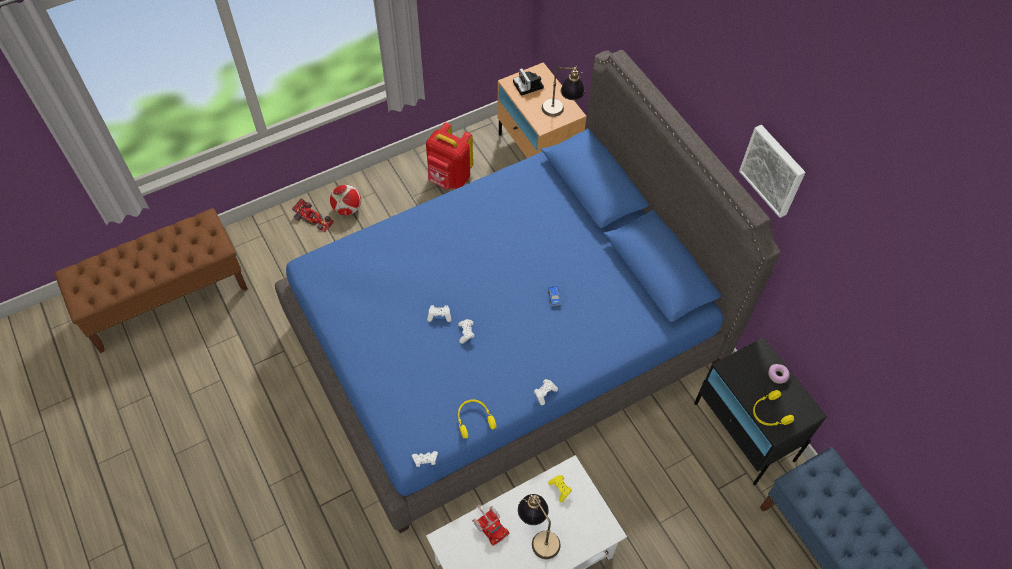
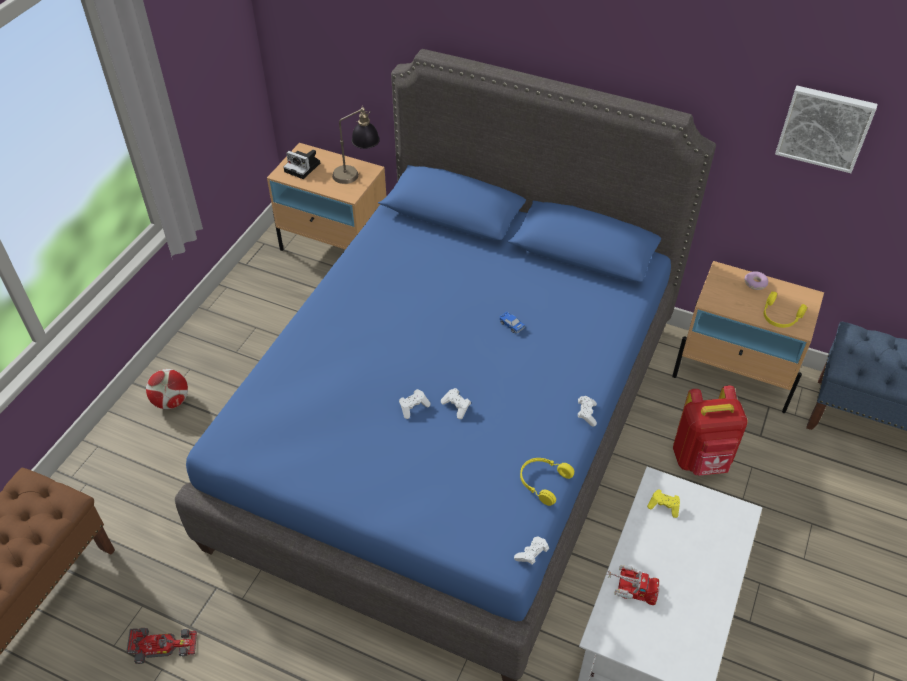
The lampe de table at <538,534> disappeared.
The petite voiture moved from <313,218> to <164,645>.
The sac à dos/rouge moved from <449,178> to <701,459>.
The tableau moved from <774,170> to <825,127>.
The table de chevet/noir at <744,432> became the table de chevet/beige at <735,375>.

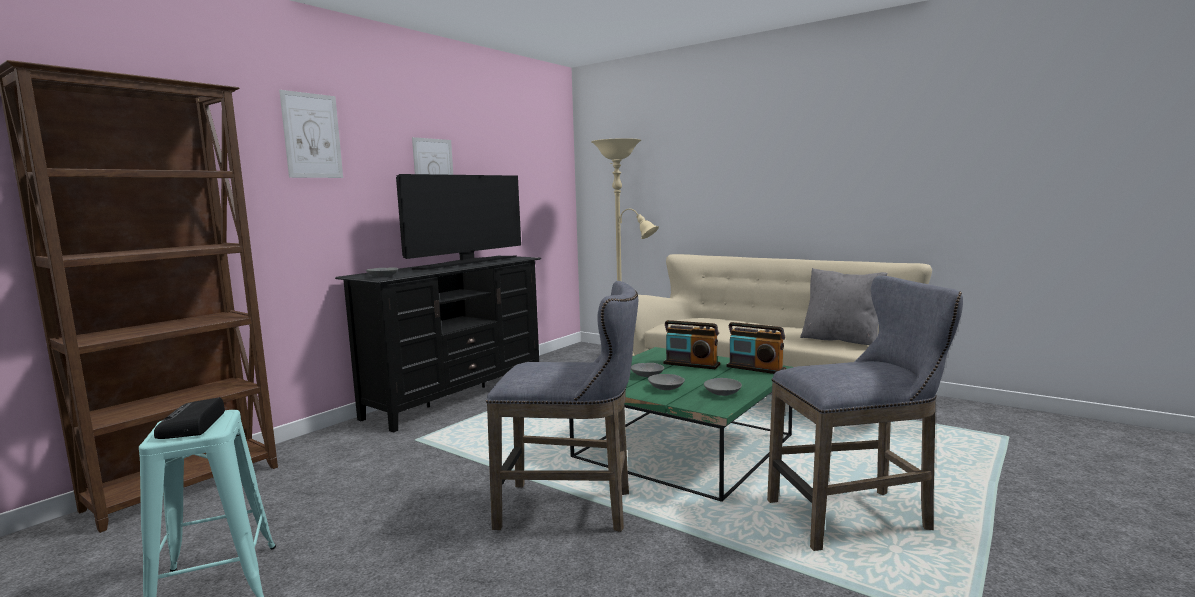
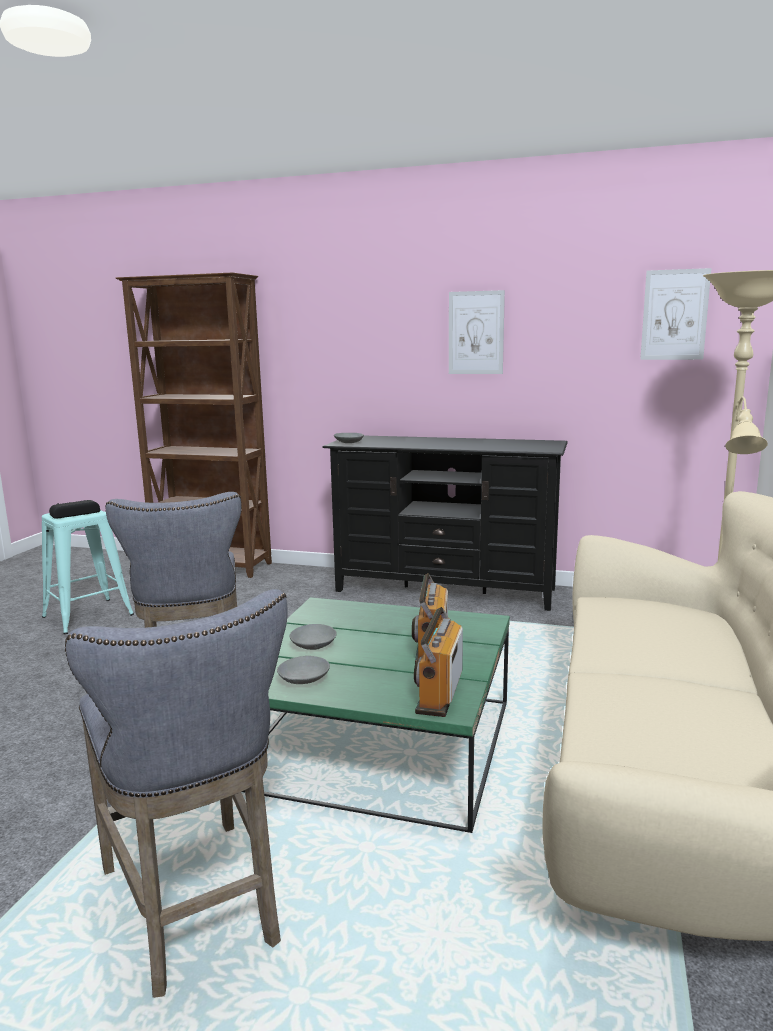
The téléviseur at <467,263> disappeared.
The bol/gris at <647,375> disappeared.
The coussin/gris at <841,340> disappeared.
The tableau moved from <312,136> to <674,315>.

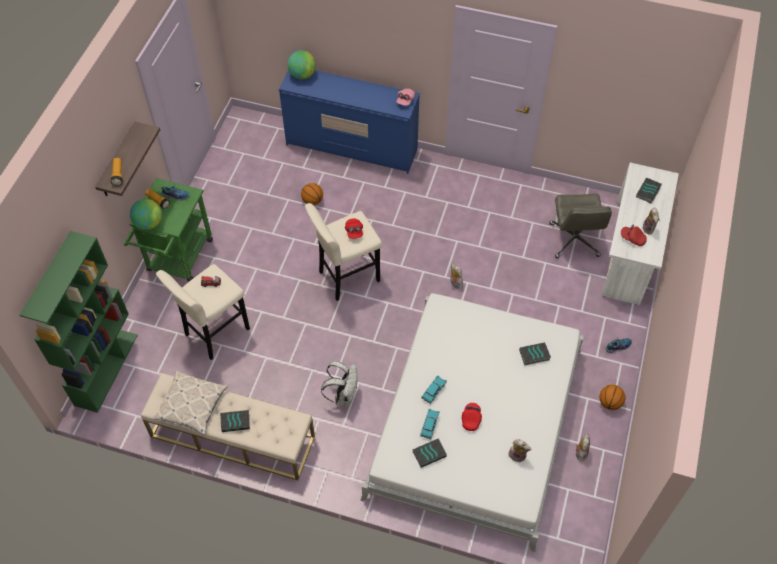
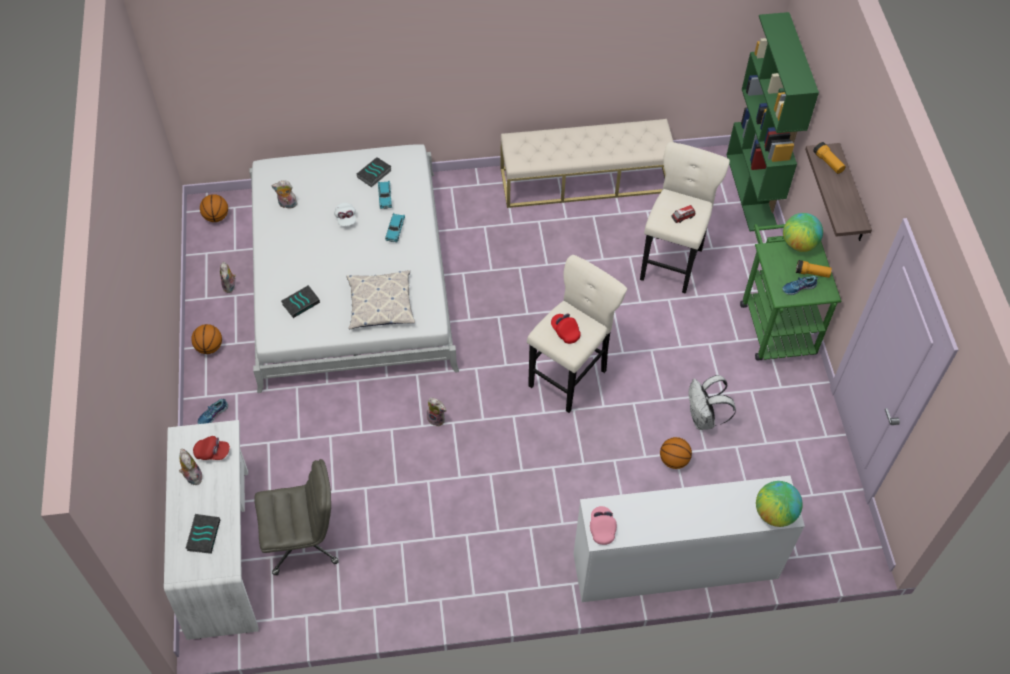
The livre at <235,421> disappeared.
The ballon de basket at <216,217> appeared.
The coussin moved from <192,405> to <380,304>.
The sac à dos/blanc moved from <343,395> to <703,419>.
The commode/bleu at <352,147> became the commode/blanc at <674,566>.
The casquette/rouge at <471,419> became the casquette/blanc at <346,218>.
The chaise de bureau/gris at <574,240> turned 105 degrees clockwise.

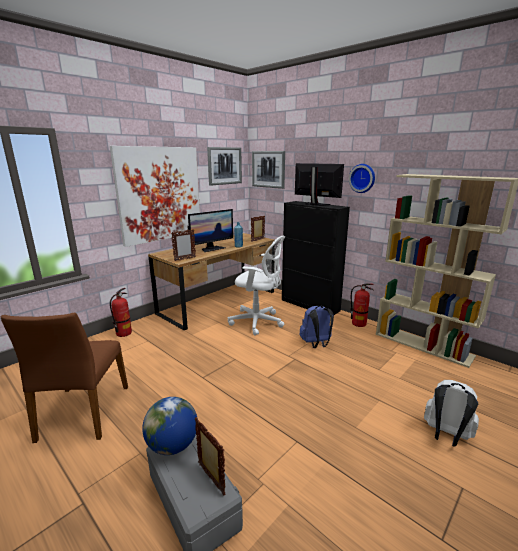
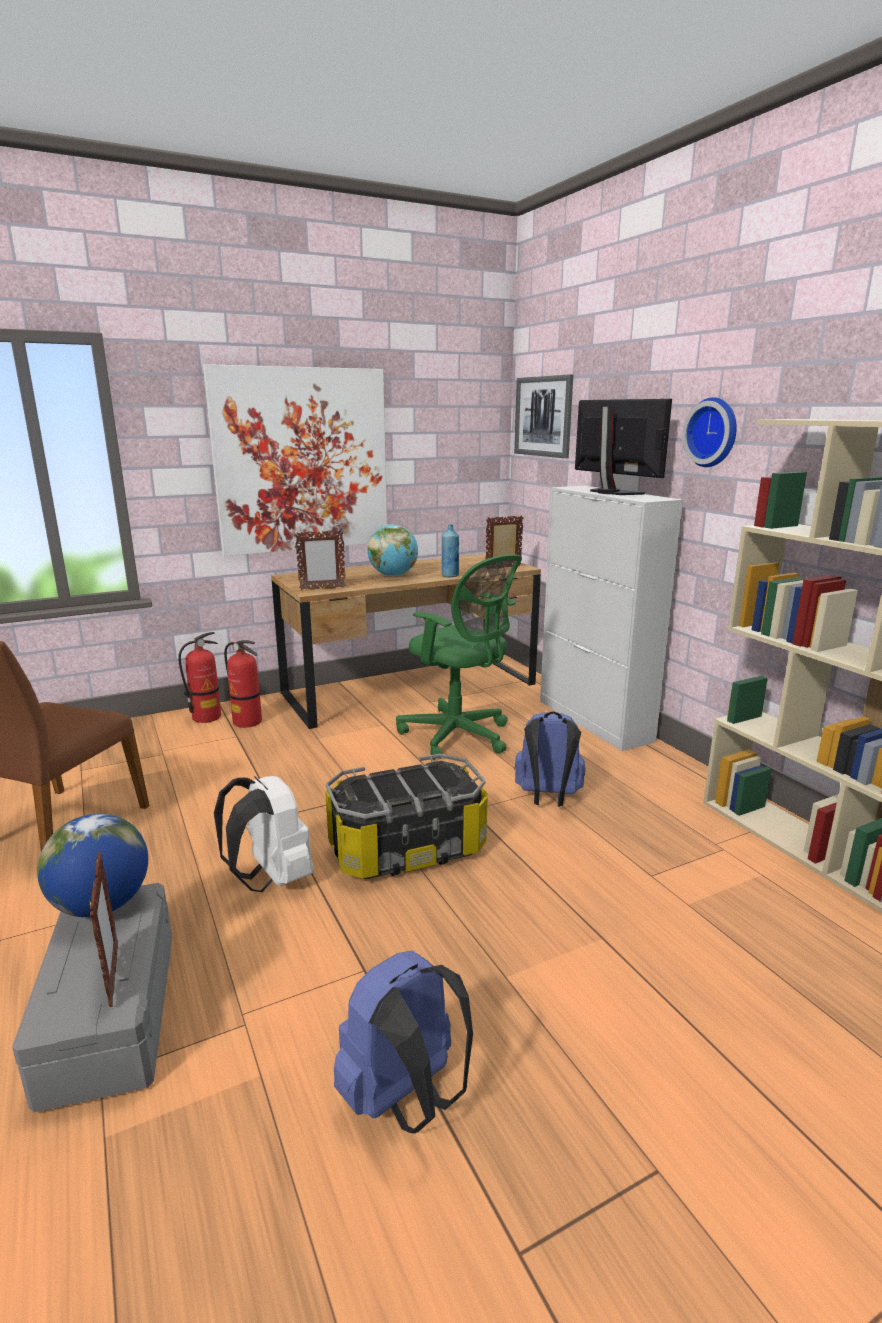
The tableau at <224,166> disappeared.
The boîte de rangement at <407,848> appeared.
The sac à dos/bleu at <405,1099> appeared.
The extincteur moved from <359,324> to <248,722>.
The sac à dos/blanc moved from <446,435> to <272,878>.
The écran d'ordinateur at <211,249> was replaced by the globe at <393,575>.
The chaise de bureau/blanc at <258,322> became the chaise de bureau/vert at <459,736>.
The meuble de rangement/noir at <310,305> became the meuble de rangement/blanc at <594,721>.

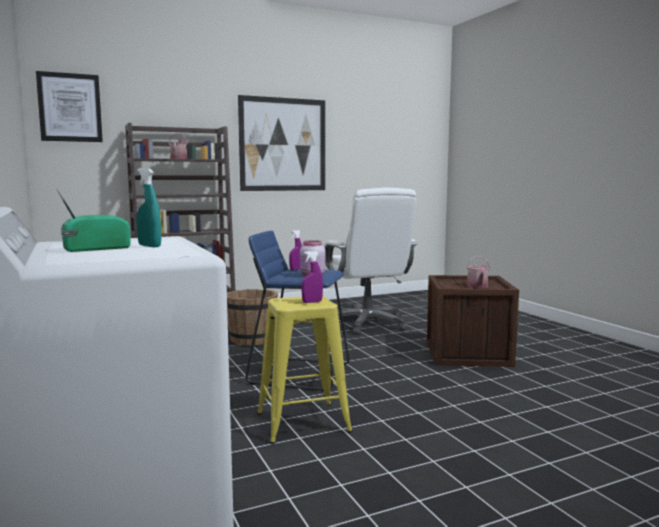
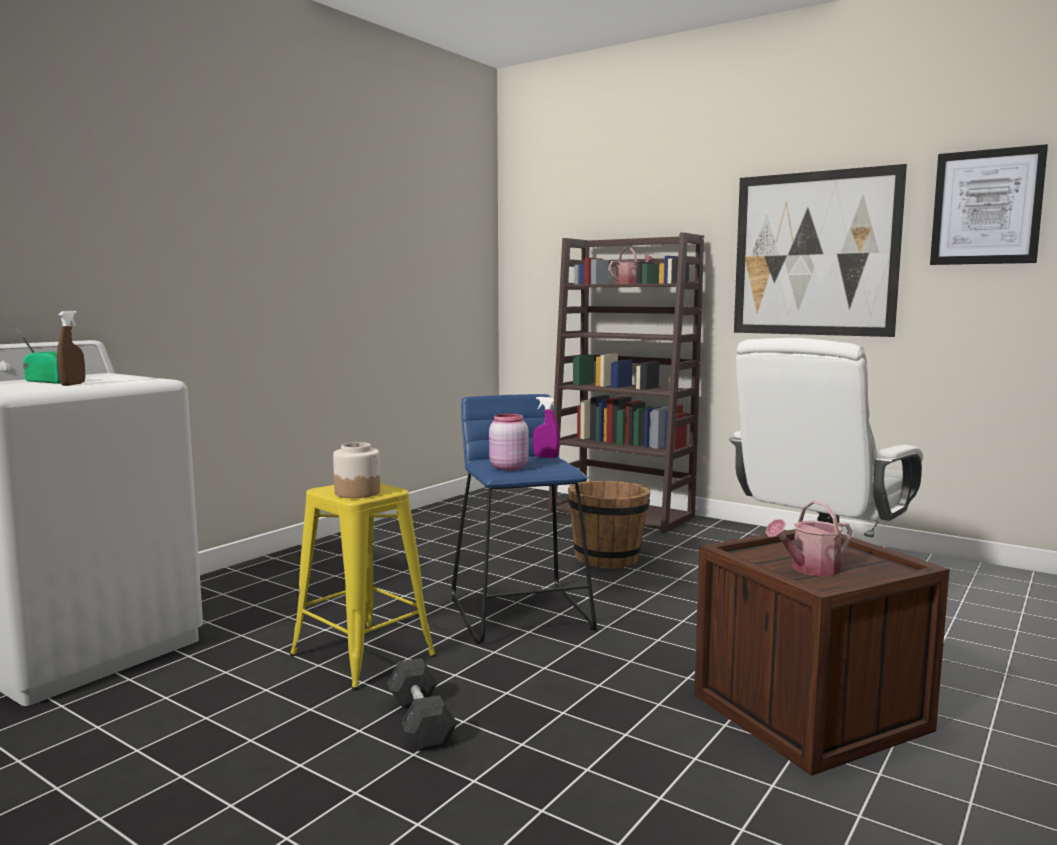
The haltère/gris at <420,721> appeared.
The tableau moved from <70,107> to <986,207>.
The vaporisateur/violet at <312,302> was replaced by the bocal at <357,492>.
The vaporisateur/turquoise at <149,246> became the vaporisateur/marron at <73,384>.

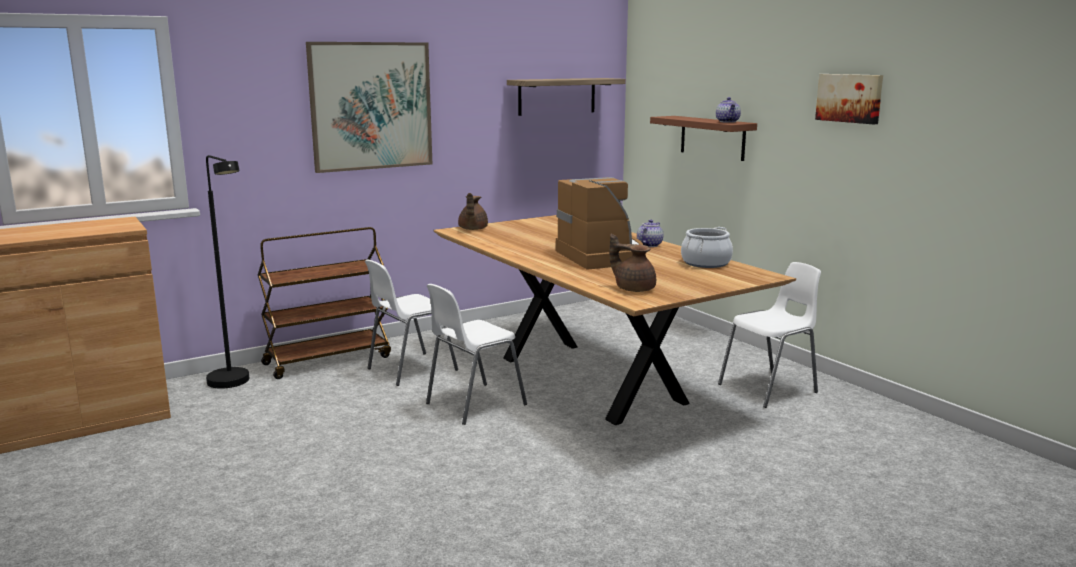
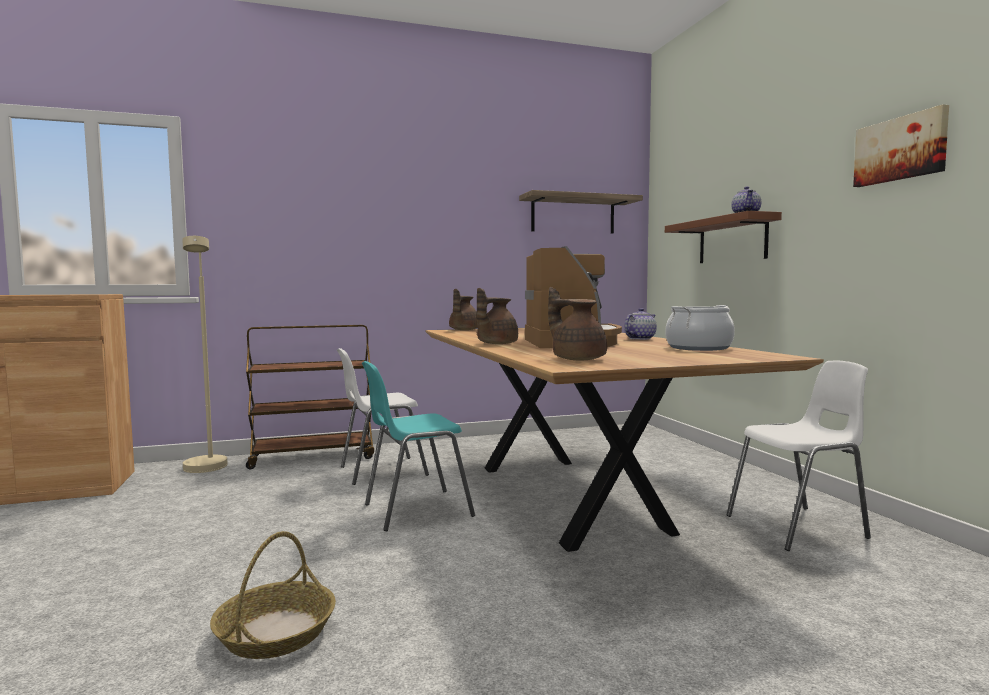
The tableau at <371,106> disappeared.
The panier at <276,632> appeared.
The théière/marron at <495,344> appeared.
The lampadaire/noir at <234,384> became the lampadaire/beige at <206,470>.
The chaise/blanc at <473,404> became the chaise/turquoise at <415,510>.

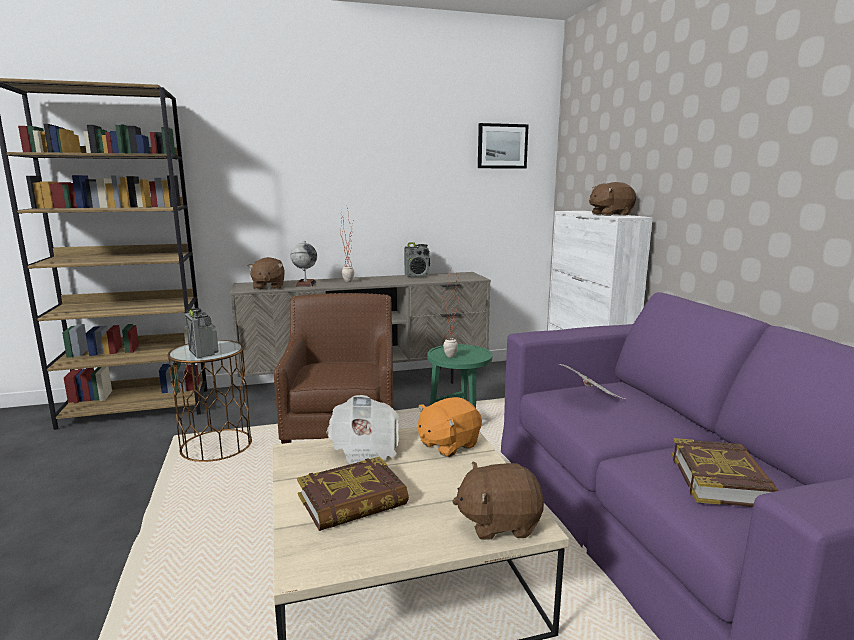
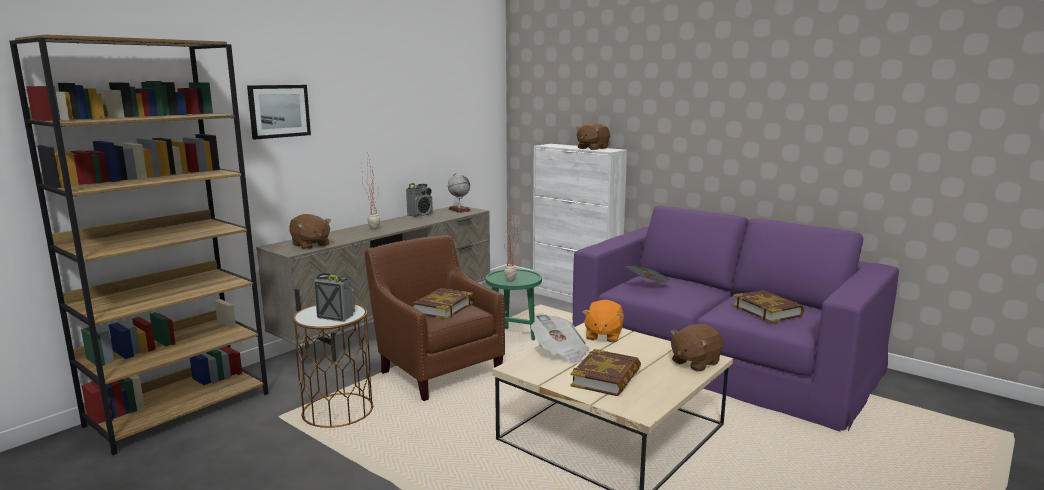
The livre at <442,308> appeared.
The globe moved from <305,284> to <459,210>.
The tableau moved from <502,146> to <279,111>.

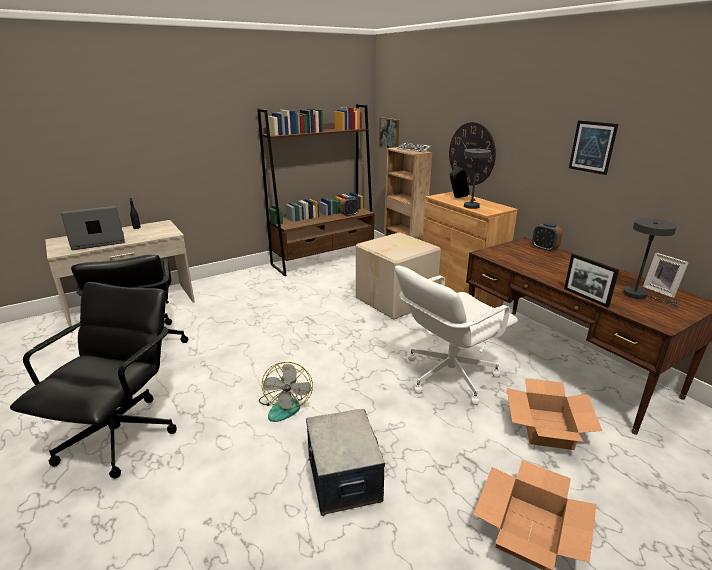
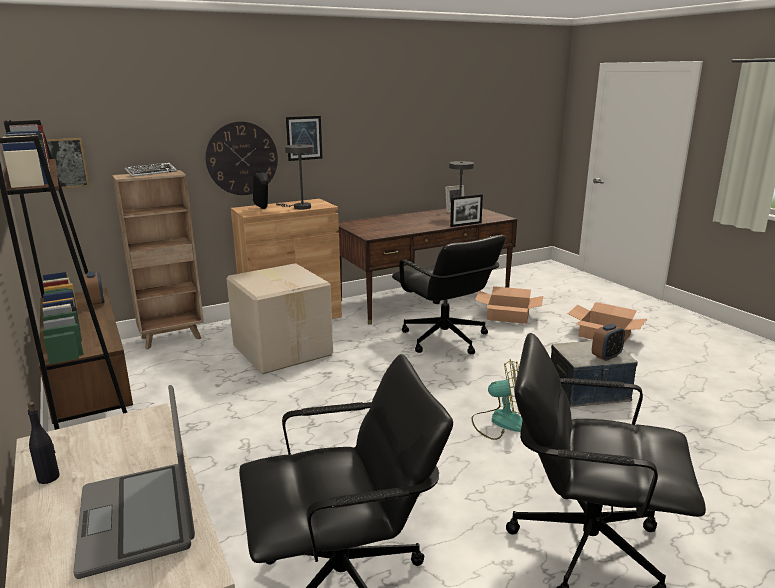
The réveil moved from <544,248> to <606,356>.
The tableau moved from <592,147> to <304,138>.
The chaise de bureau/blanc at <448,375> became the chaise de bureau/noir at <444,339>.

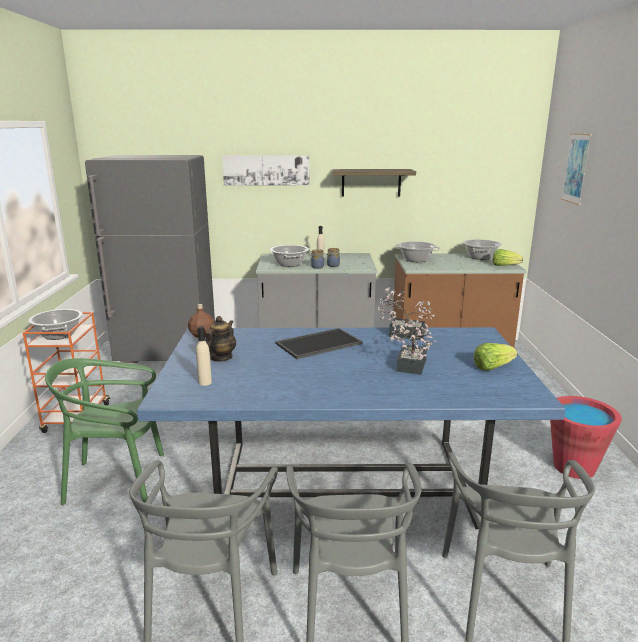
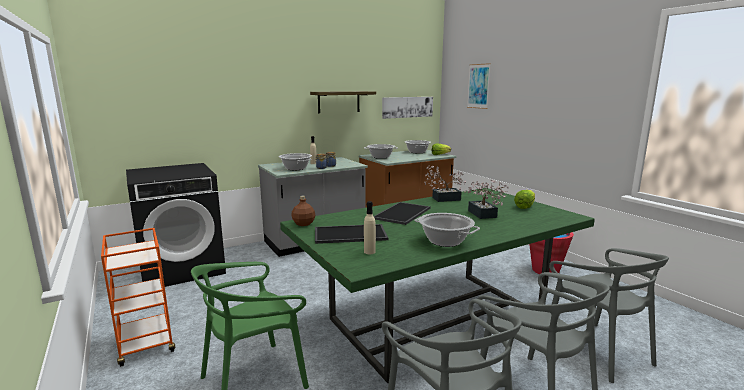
The marmite moved from <59,335> to <445,241>.
The tableau moved from <266,170> to <407,107>.
The réfrigérateur/gris at <168,354> was replaced by the lave-linge/noir at <182,268>.
The théière at <221,358> was replaced by the plateau at <349,235>.
The table à manger/bleu at <342,482> became the table à manger/vert at <434,319>.

